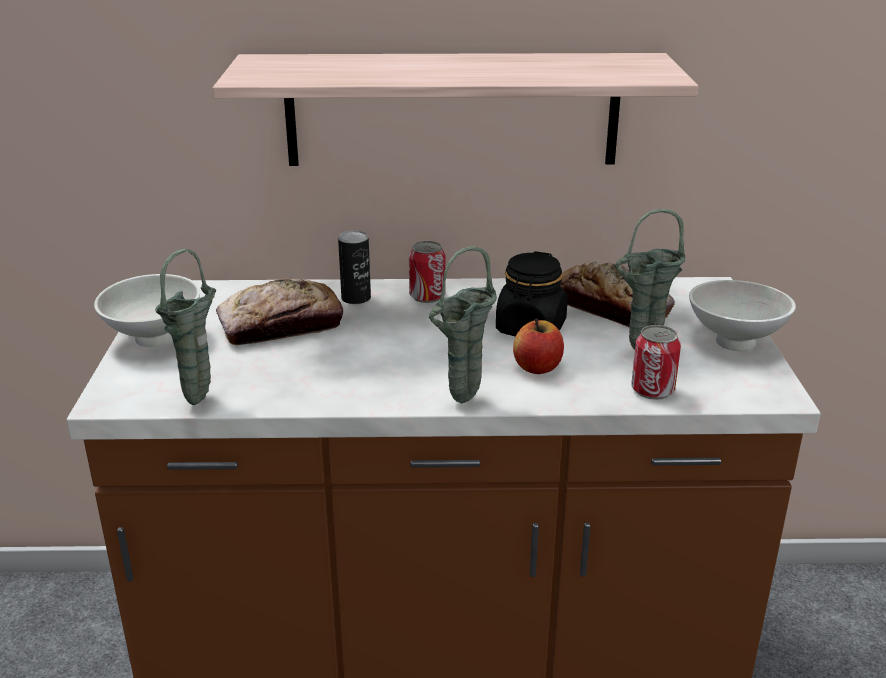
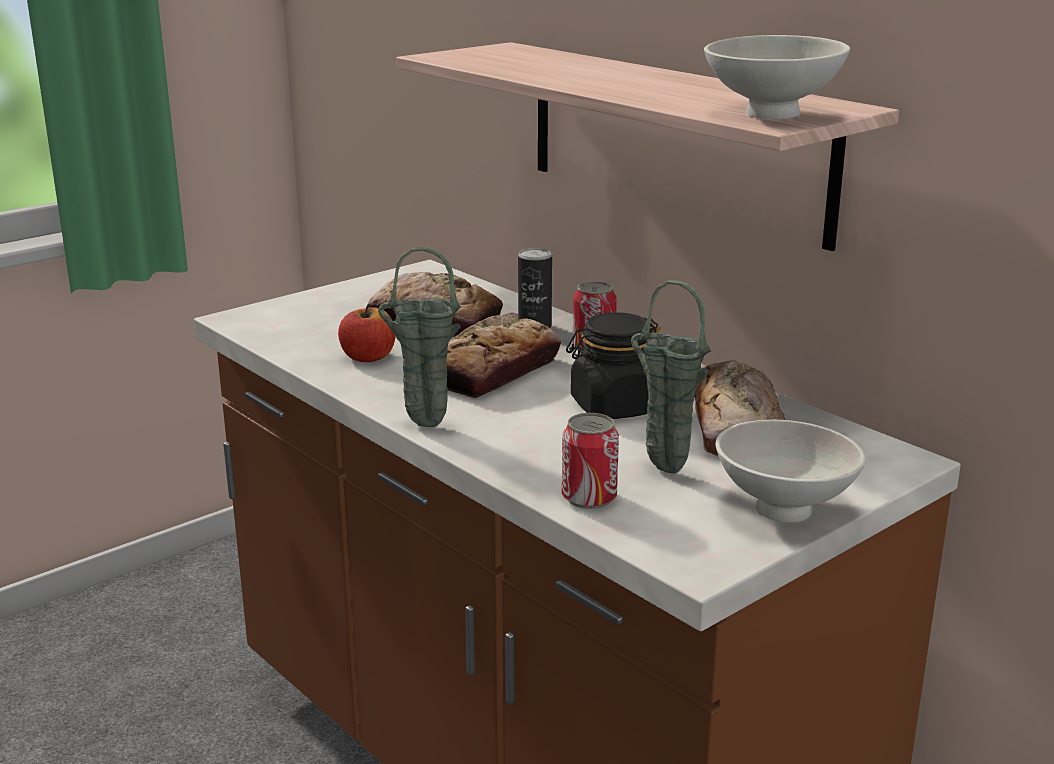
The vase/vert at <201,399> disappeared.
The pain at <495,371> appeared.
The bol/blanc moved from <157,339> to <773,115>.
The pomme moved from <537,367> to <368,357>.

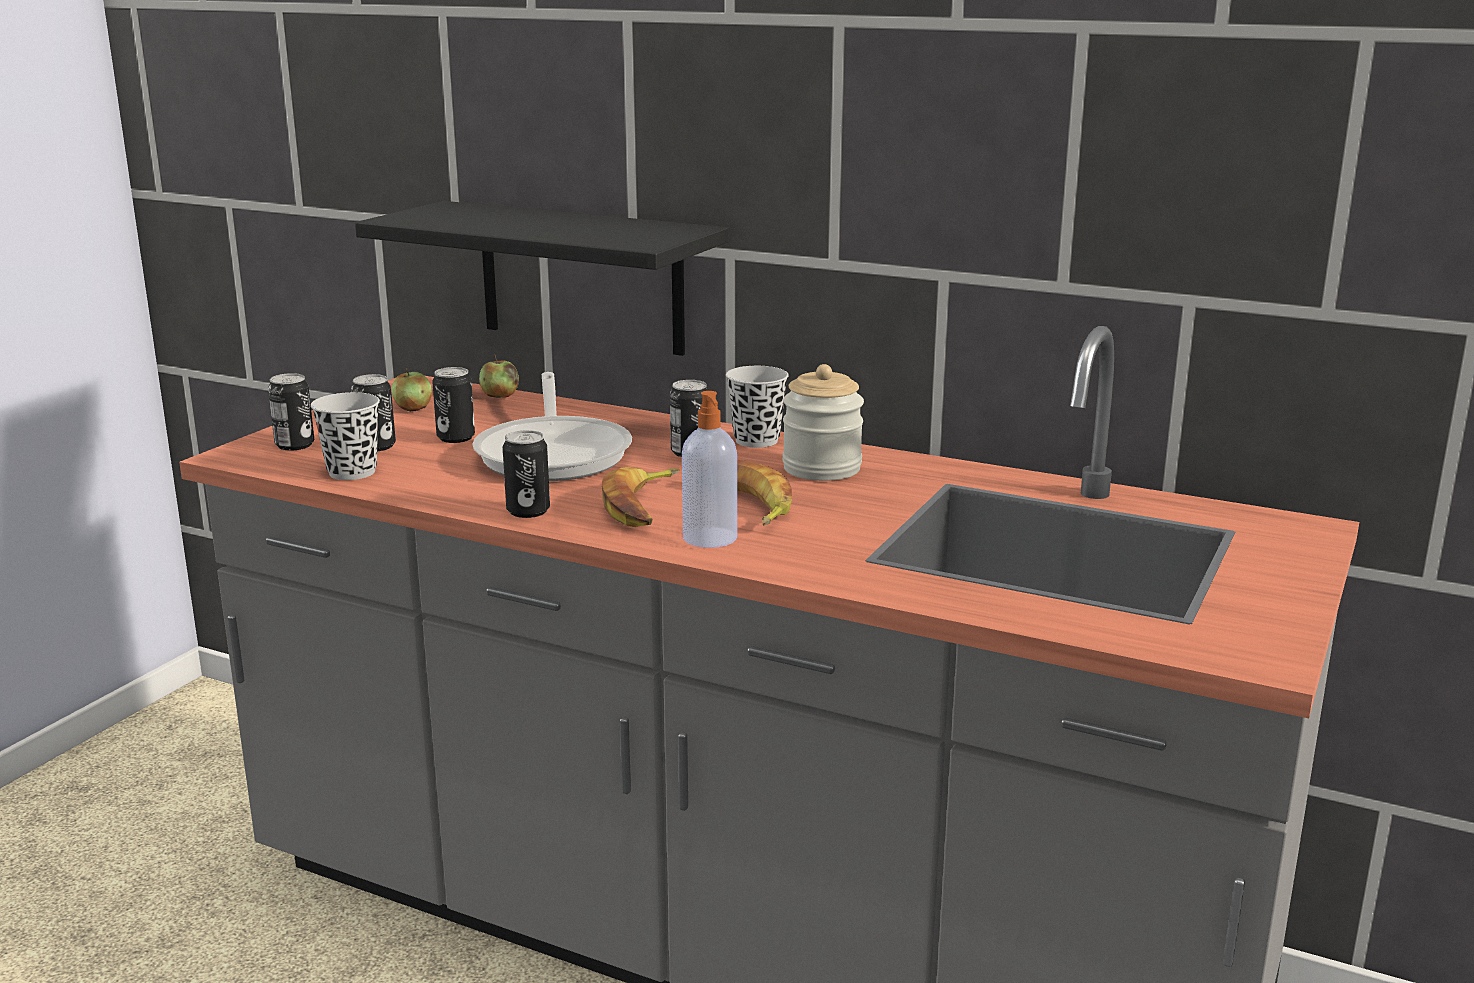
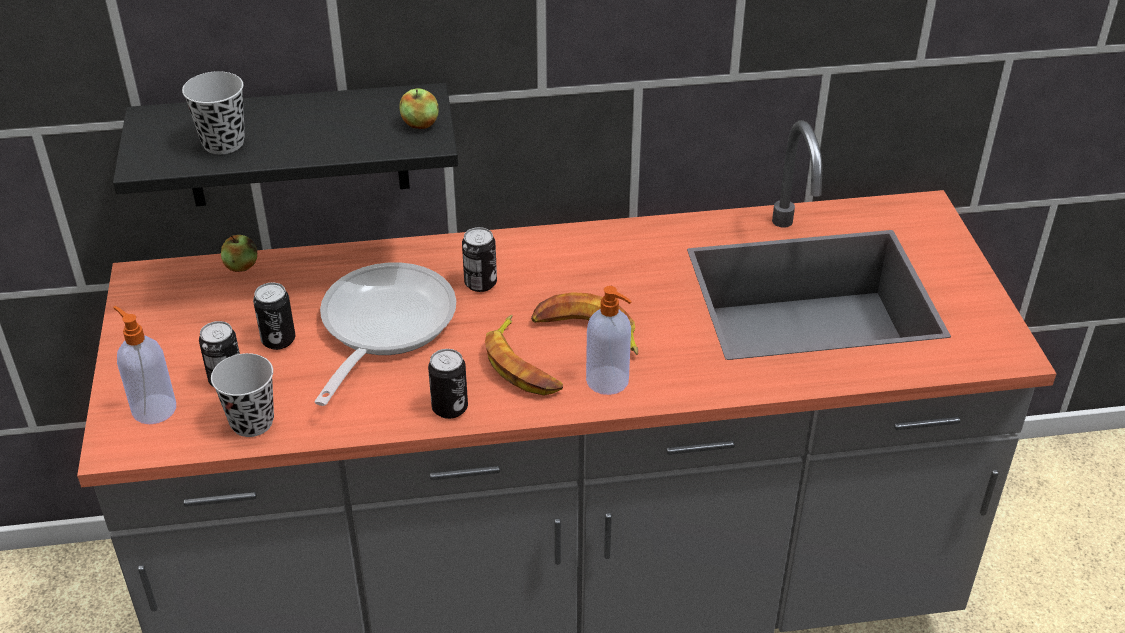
The bocal at <821,468> disappeared.
The pomme moved from <413,409> to <420,124>.
The tasse/noir moved from <756,440> to <223,143>.
The boîte métallique at <295,445> was replaced by the distributeur de savon at <153,408>.
The poêle at <555,453> turned 120 degrees counterclockwise.

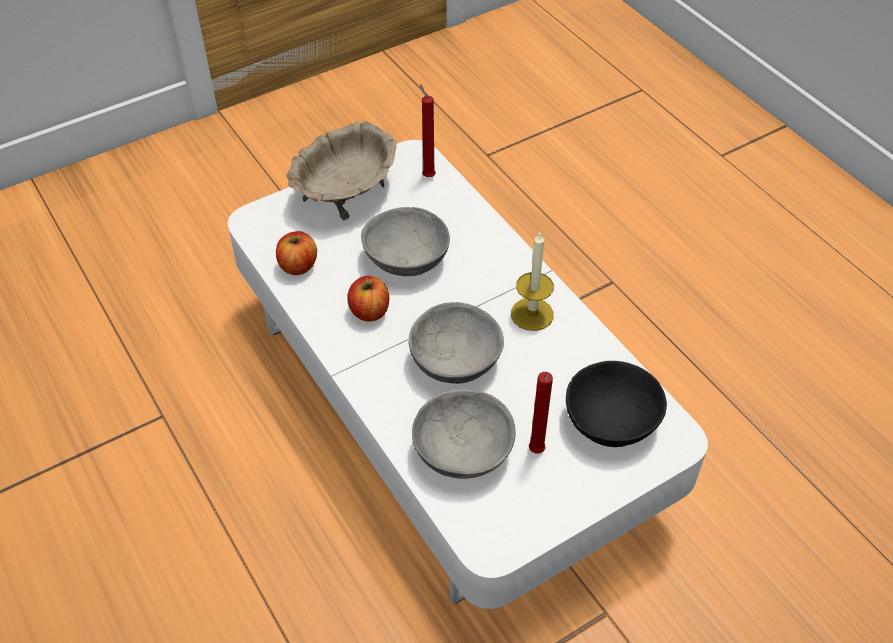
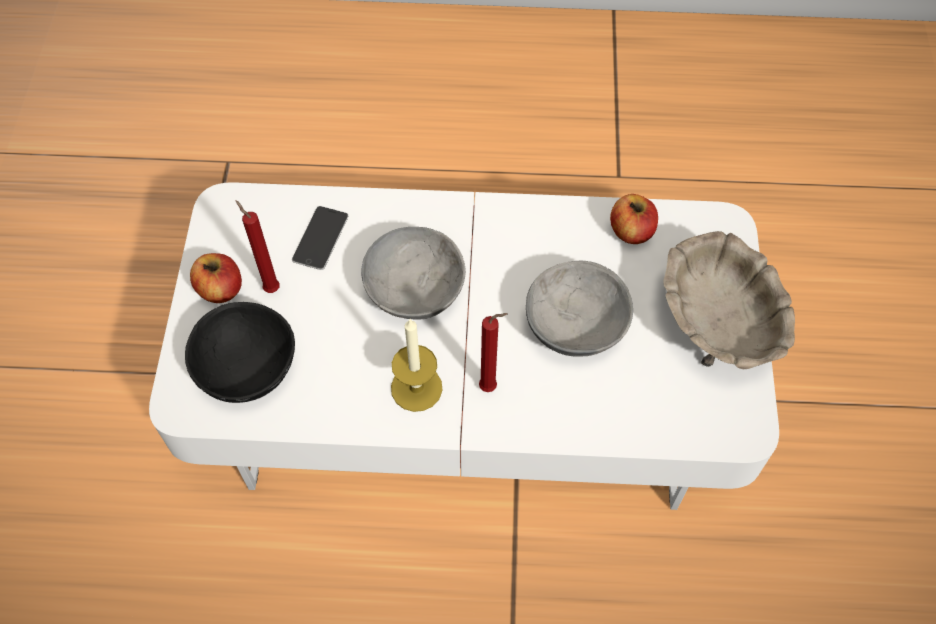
The pomme moved from <369,311> to <221,289>.
The bougie/rouge moved from <427,176> to <491,387>.
The bol/gris at <462,450> was replaced by the téléphone at <320,238>.

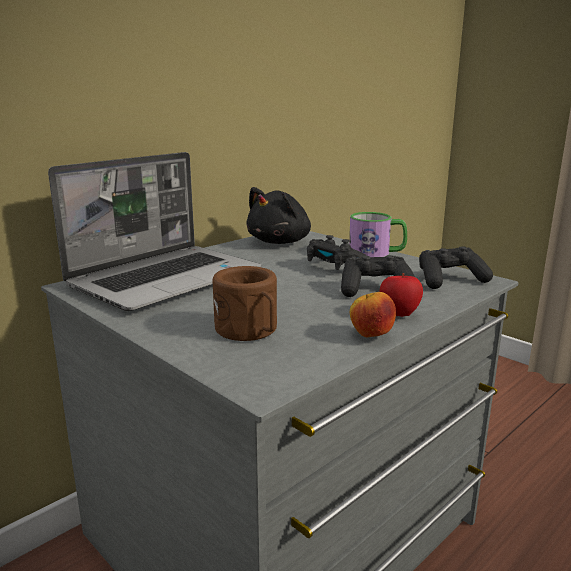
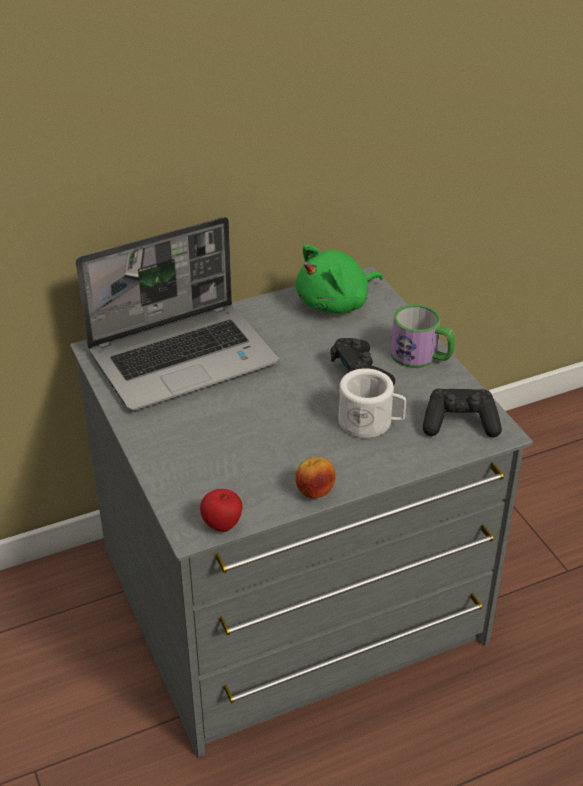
The mug/marron at <250,331> disappeared.
The pomme moved from <399,315> to <222,525>.
The manette/noir at <375,290> was replaced by the mug/blanc at <371,423>.
The peluche/noir at <281,242> became the peluche/vert at <336,303>.

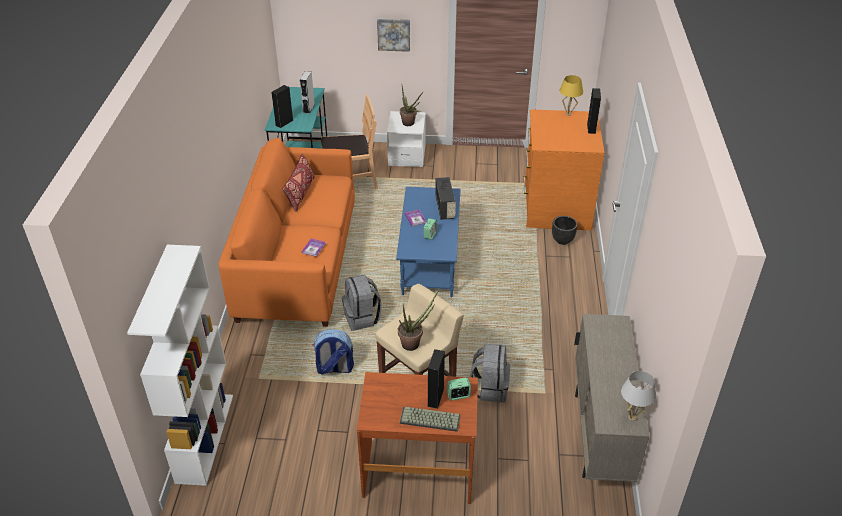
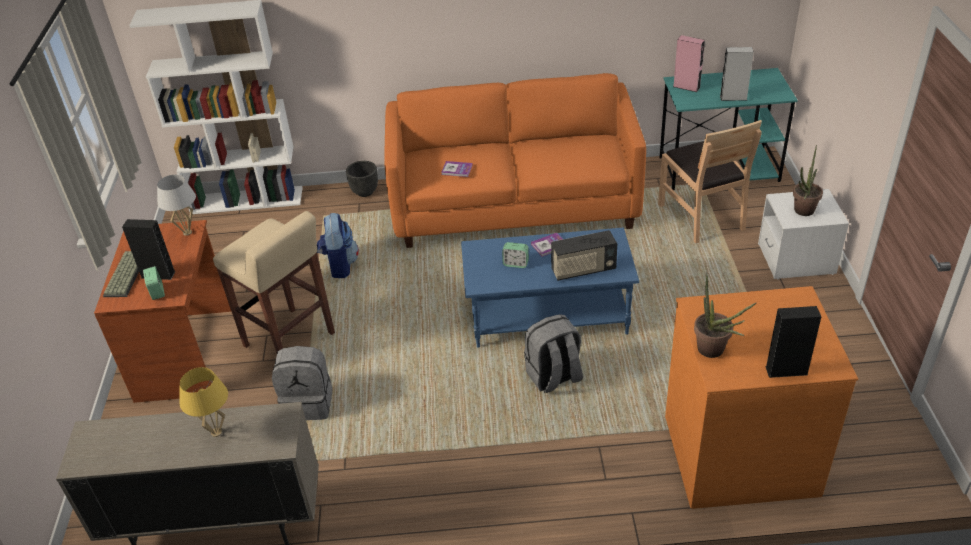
The coussin/rouge at <300,194> disappeared.
The tableau at <394,34> disappeared.
The sac à dos/gris moved from <362,318> to <554,377>.
The plante en pot moved from <414,343> to <714,352>.
The cache-pot/noir moved from <562,240> to <365,192>.
The lampe de table/jaune moved from <568,114> to <217,432>.
The lampe de table/blanc moved from <632,418> to <187,232>.
The enceinte/noir at <284,123> became the enceinte/rose at <686,87>.

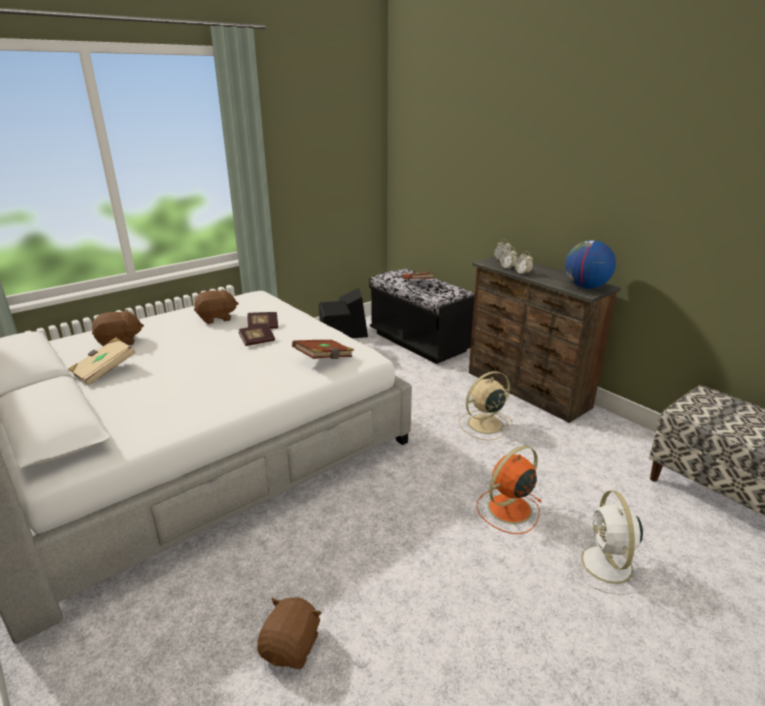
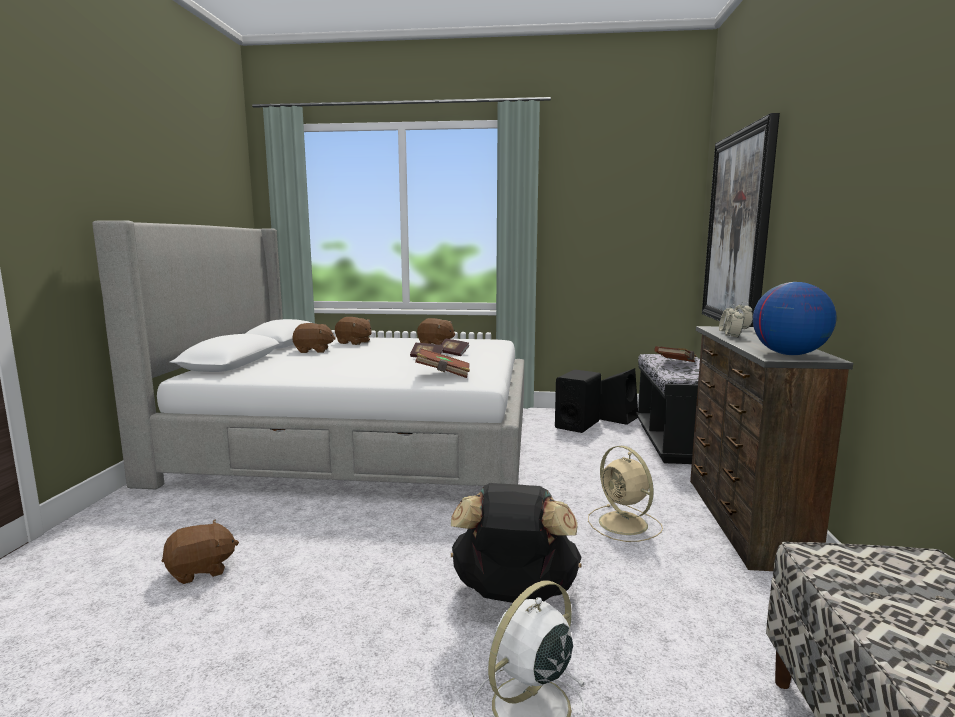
The tableau at <738,229> appeared.
The livre/beige at <104,371> was replaced by the peluche/marron at <313,351>.
The ventilateur/orange at <508,509> was replaced by the sac à dos/noir at <514,595>.
The ventilateur/beige at <484,424> turned 135 degrees counterclockwise.

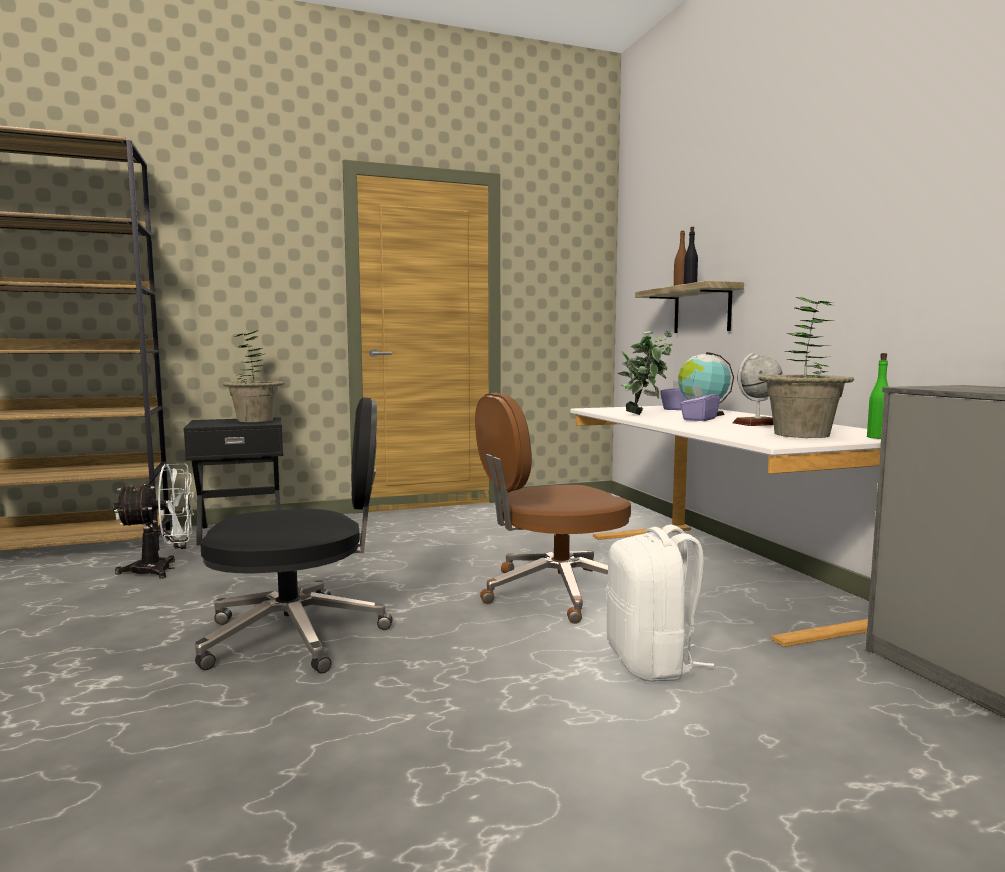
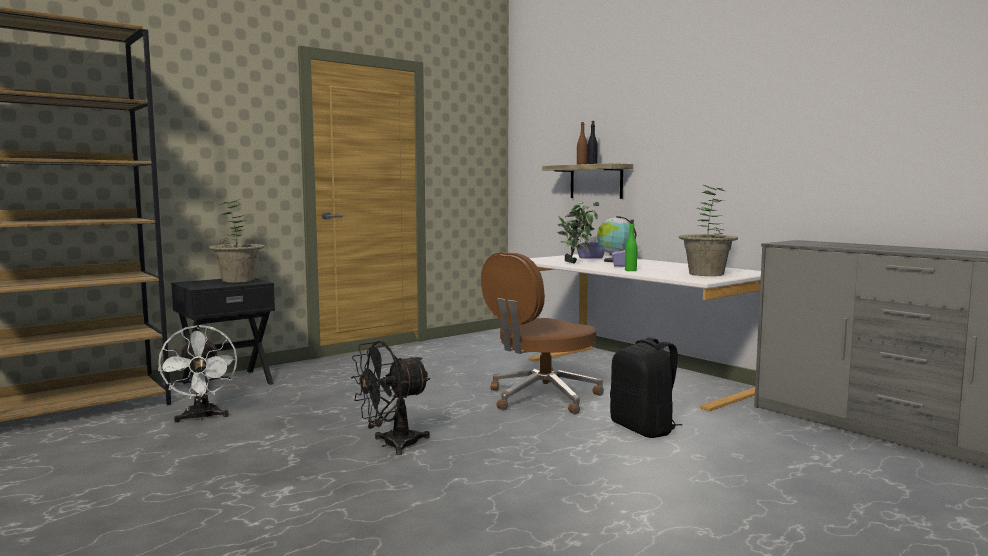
The globe at <757,423> disappeared.
The bouteille/vert moved from <878,437> to <631,270>.
The chaise de bureau/noir at <298,635> was replaced by the ventilateur/noir at <391,445>.
The sac à dos/blanc at <652,663> became the sac à dos/noir at <644,429>.
The ventilateur/blanc at <162,569> turned 105 degrees clockwise.

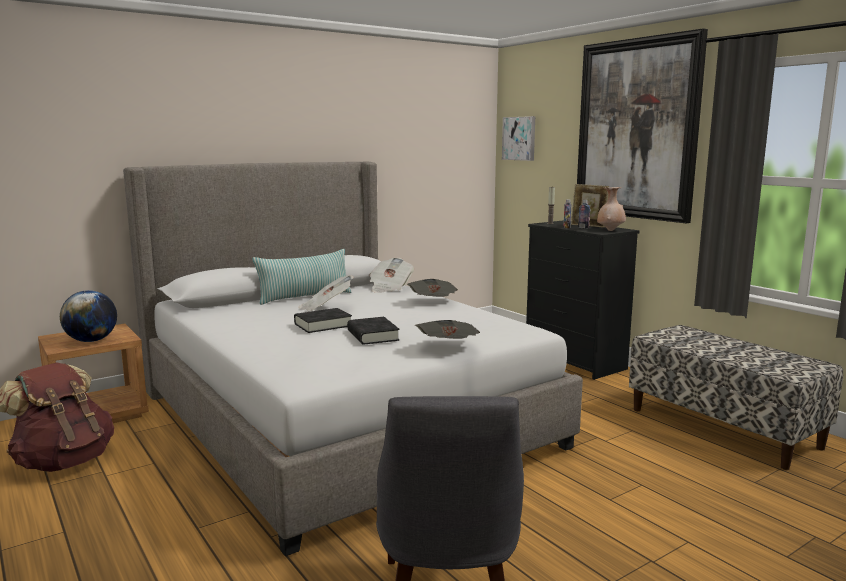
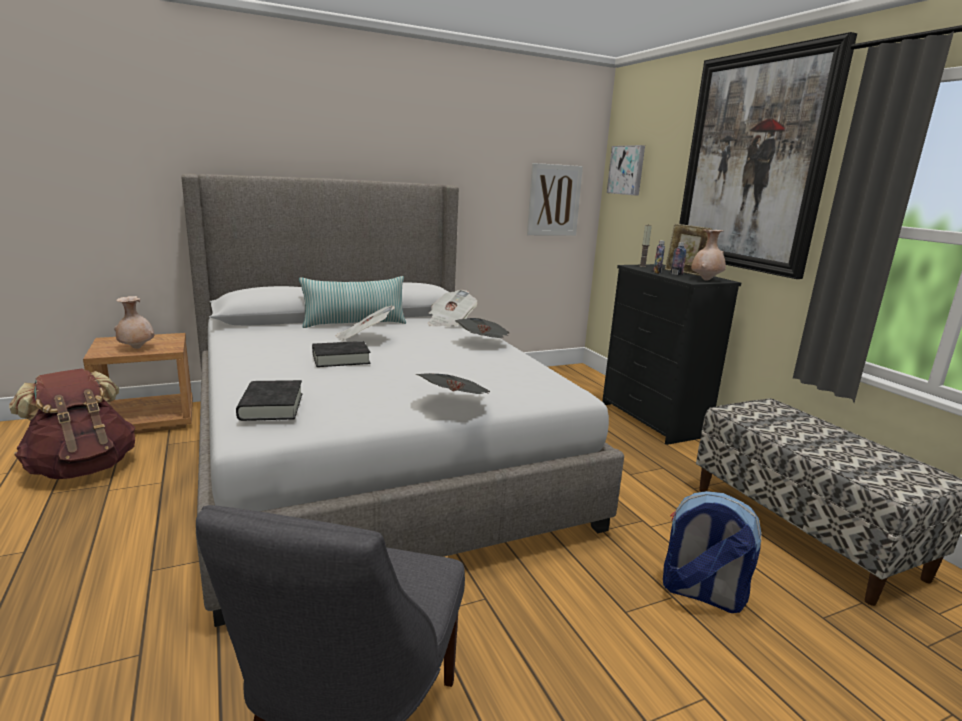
The tableau at <554,200> appeared.
The sac à dos at <701,594> appeared.
The livre/noir moved from <372,335> to <271,406>.
The globe at <91,341> was replaced by the vase/beige at <137,348>.

